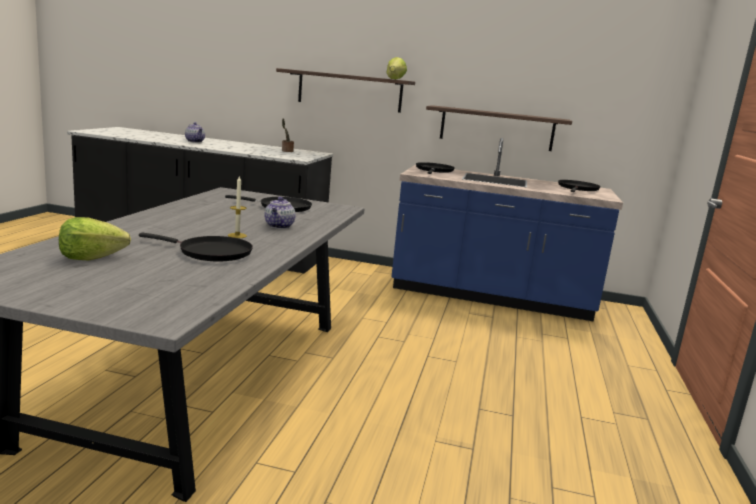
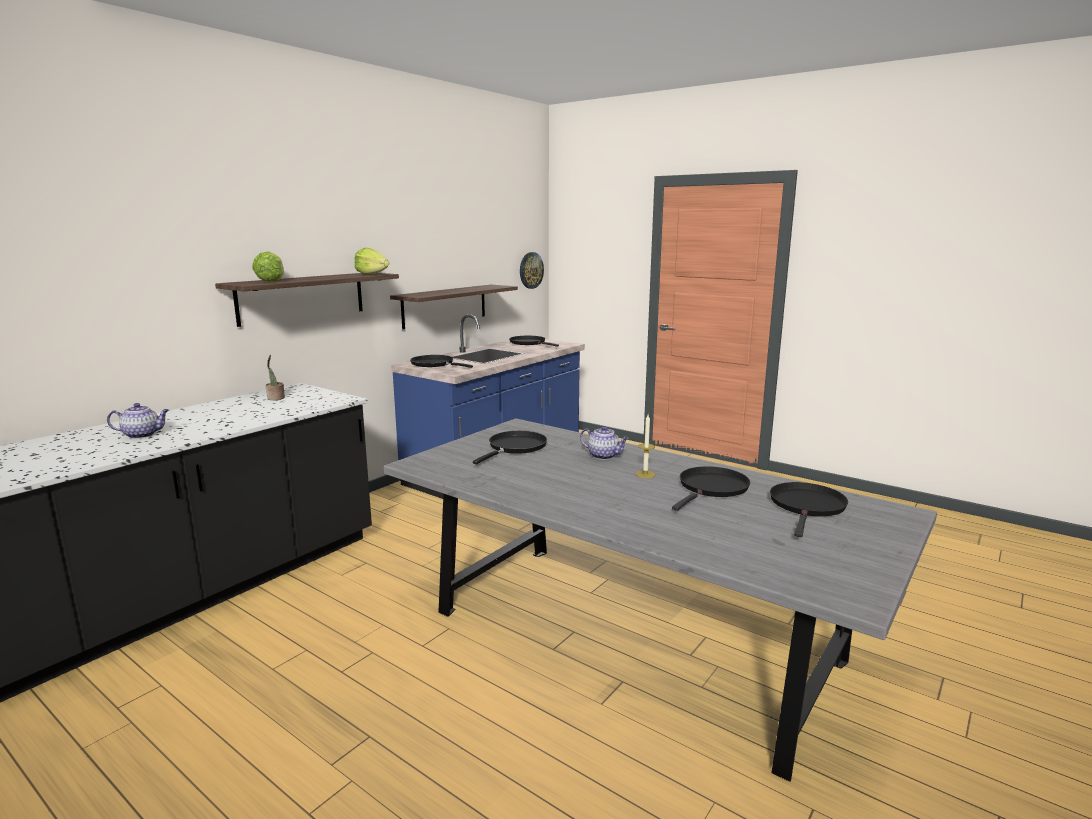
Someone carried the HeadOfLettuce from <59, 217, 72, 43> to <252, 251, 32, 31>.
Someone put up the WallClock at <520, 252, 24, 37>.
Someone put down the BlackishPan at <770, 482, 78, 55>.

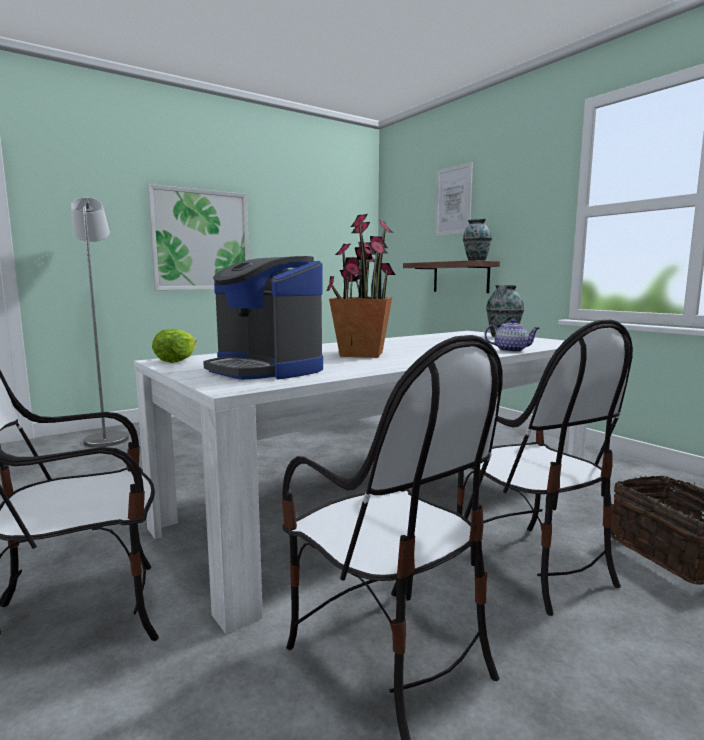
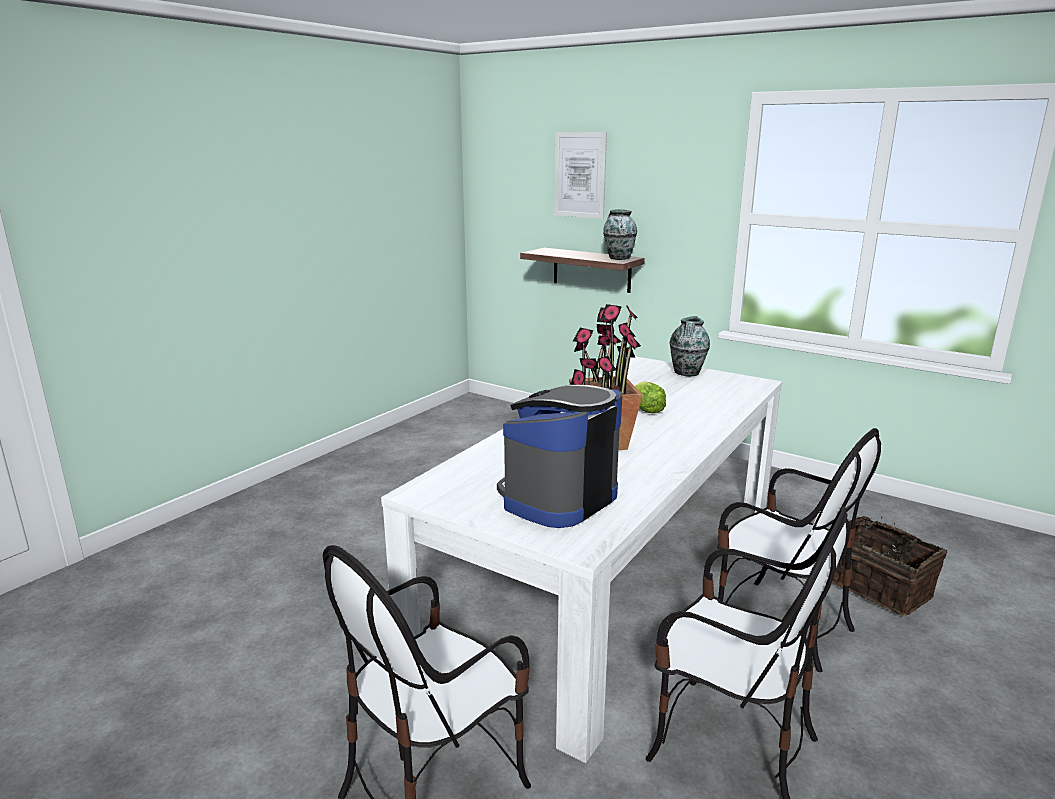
Someone rotated the CoffeeBrewer at <203, 256, 120, 124> by 105 degrees clockwise.
Someone carried the HeadOfLettuce from <152, 329, 45, 34> to <635, 381, 31, 32>.
Someone took away the GreyStandardLamp at <71, 198, 58, 249>.
Someone took away the Picture at <147, 184, 102, 106>.
Someone took away the PotForTea at <484, 319, 55, 33>.

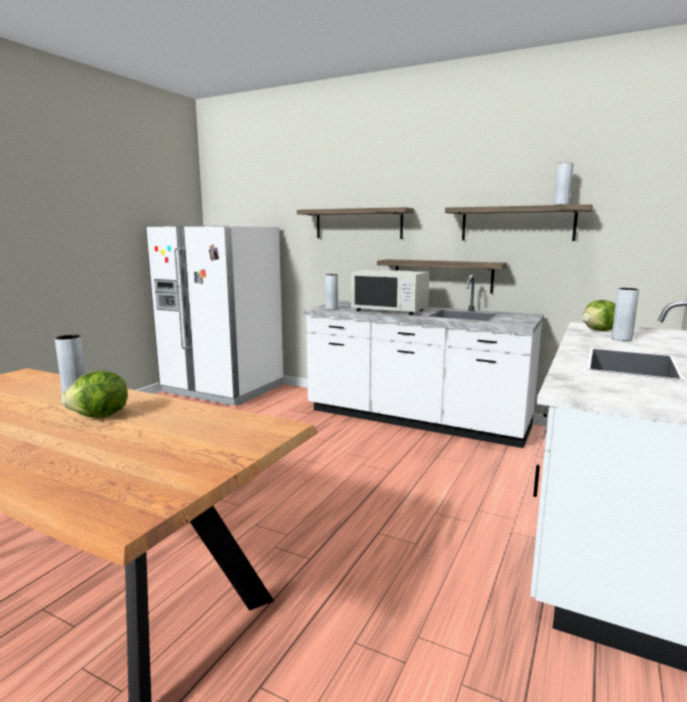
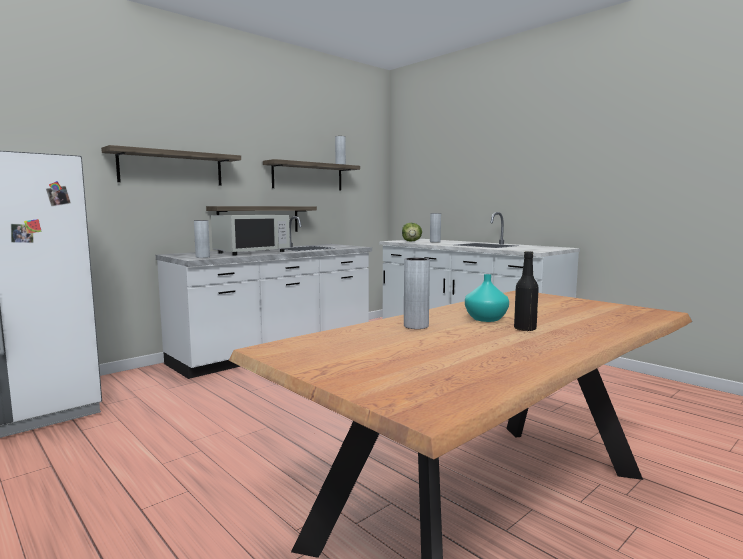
Someone swapped the HeadOfLettuce at <61, 371, 67, 47> for the TurquoiseColouredDecorativeVase at <465, 274, 44, 48>.
Someone put down the BlackishDrinkBottle at <514, 251, 25, 80>.

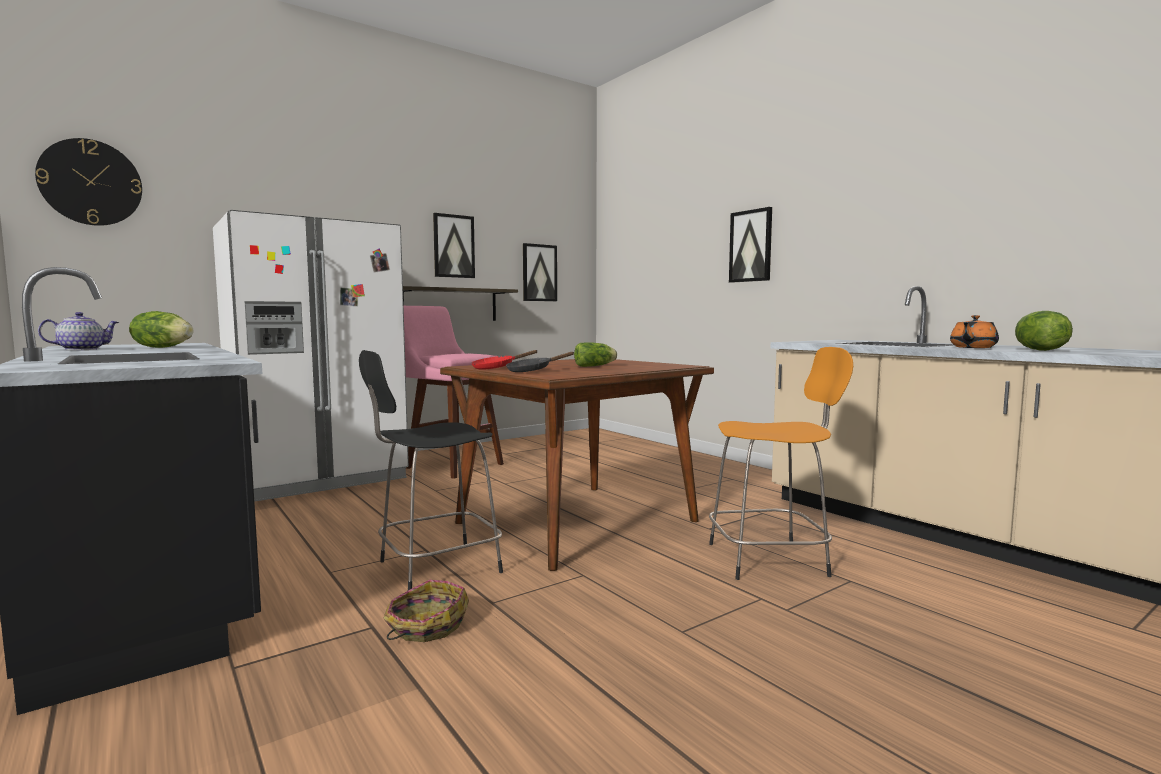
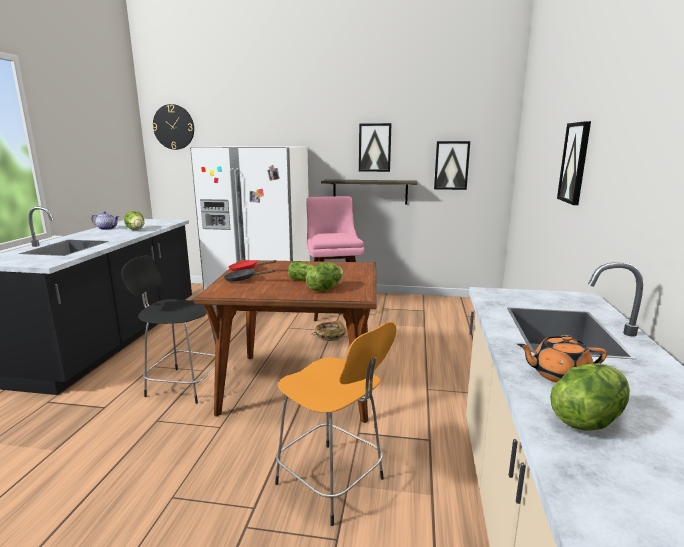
Someone put down the HeadOfLettuce at <306, 263, 37, 28>.
Someone carried the HouseholdBasket from <383, 580, 86, 62> to <311, 320, 35, 21>.

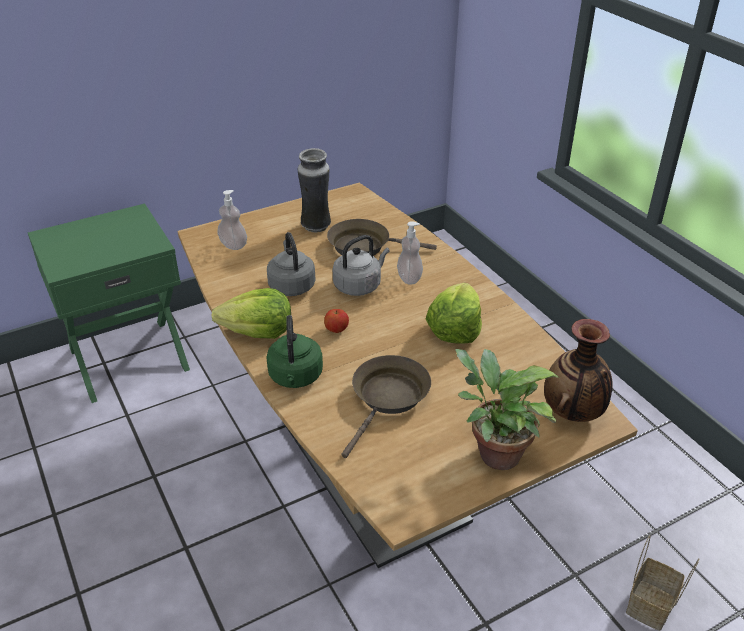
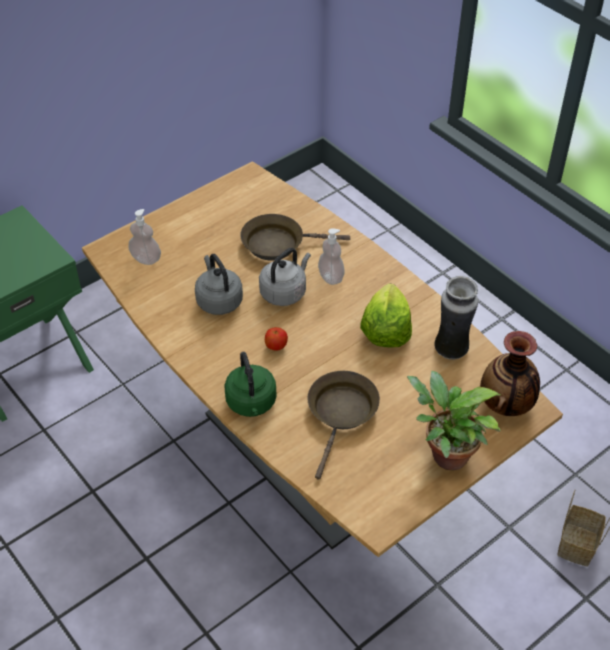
Someone carried the DecorativeVase from <298, 148, 33, 84> to <434, 276, 44, 84>.
Someone took away the HeadOfLettuce at <211, 288, 80, 51>.

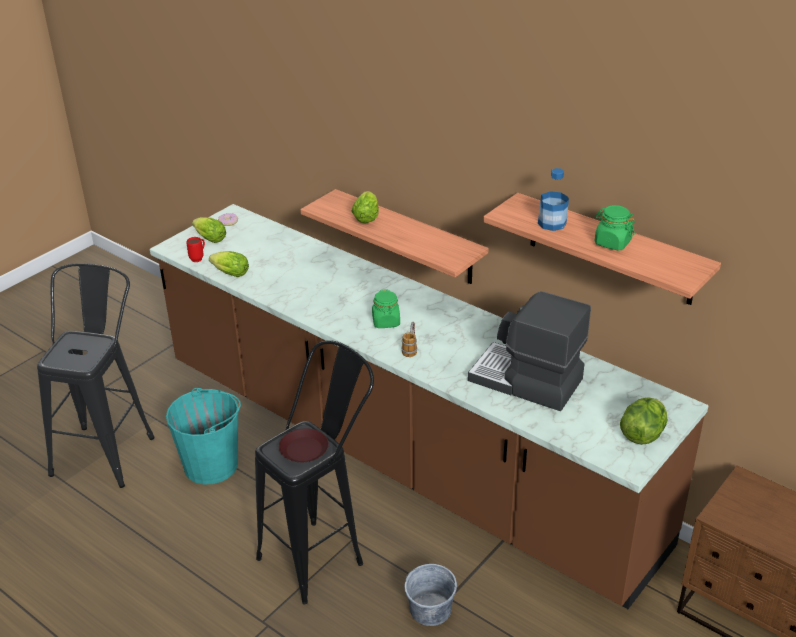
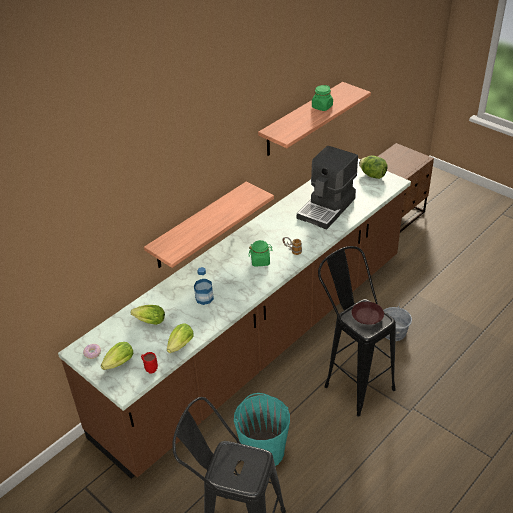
Someone carried the HeadOfLettuce from <351, 191, 28, 32> to <131, 305, 34, 20>.
Someone carried the DrinkBottle from <538, 168, 31, 63> to <194, 267, 20, 38>.

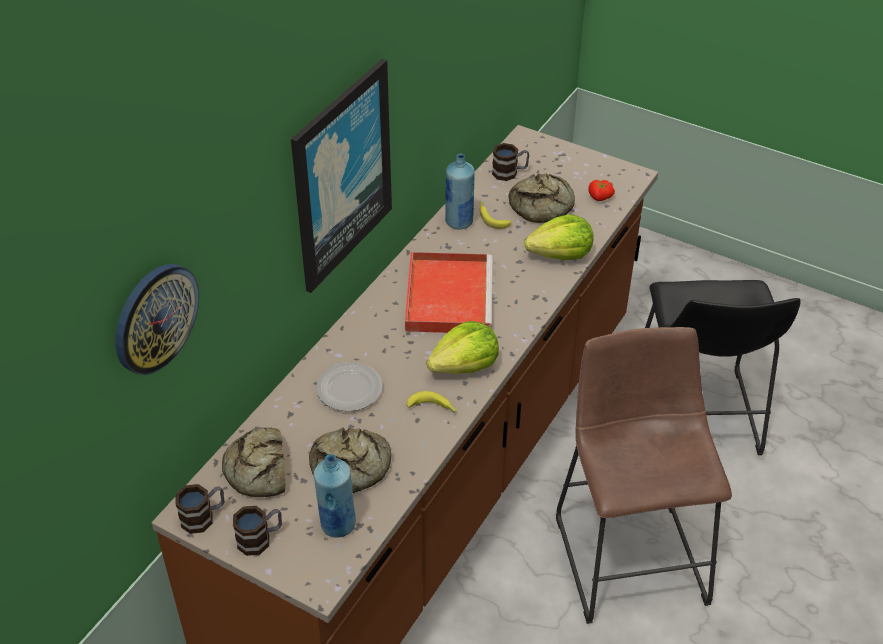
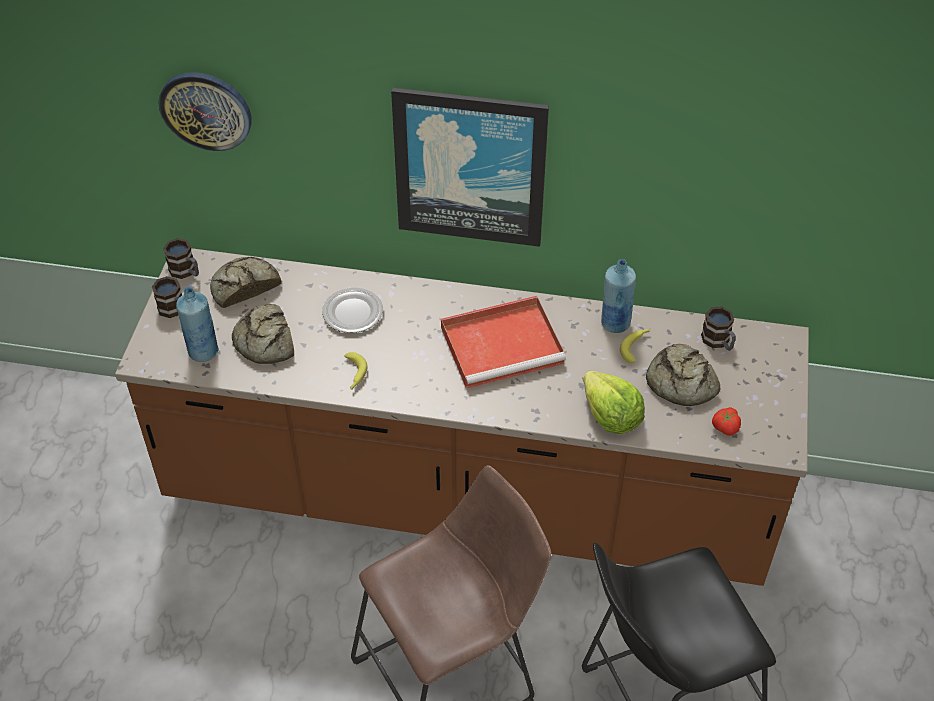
Someone took away the HeadOfLettuce at <427, 321, 72, 53>.

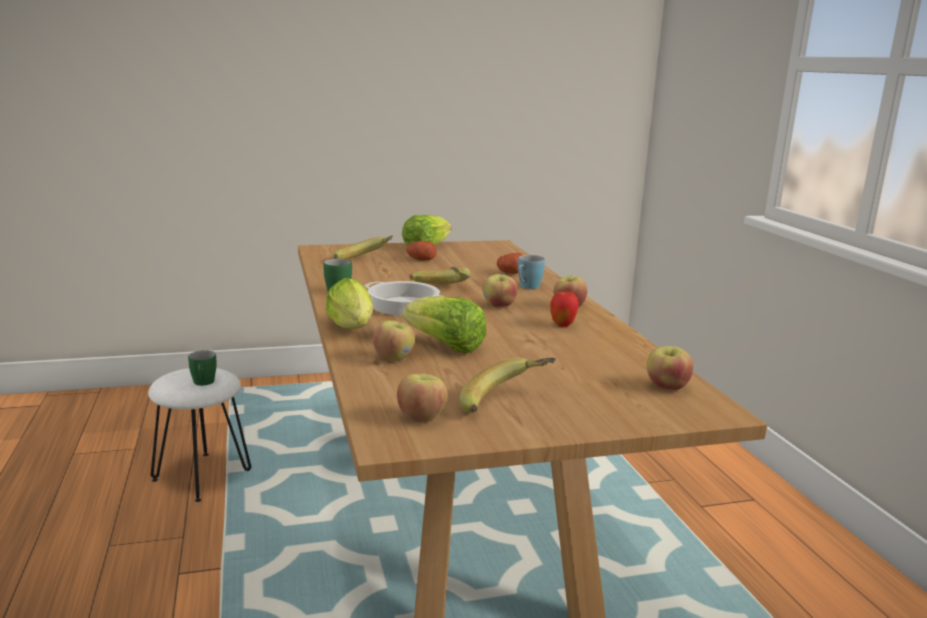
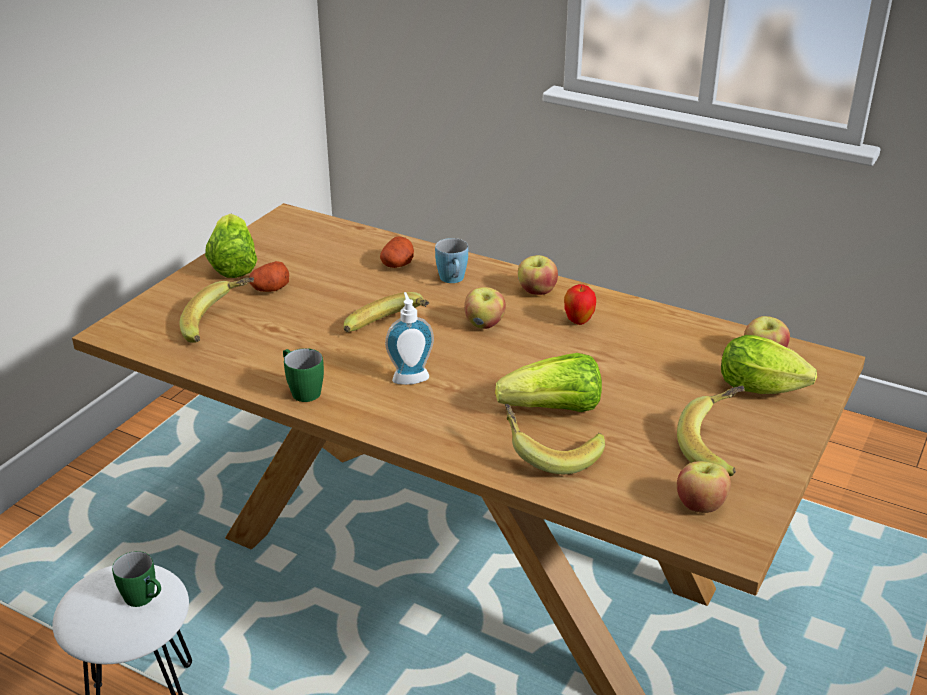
Someone swapped the CookingPot at <365, 281, 76, 35> for the LiquidSoapBottle at <385, 292, 49, 93>.
Someone swapped the AppleFruit at <373, 320, 42, 41> for the WholeBanana at <505, 404, 100, 70>.
Someone carried the HeadOfLettuce from <326, 278, 47, 51> to <721, 335, 96, 59>.

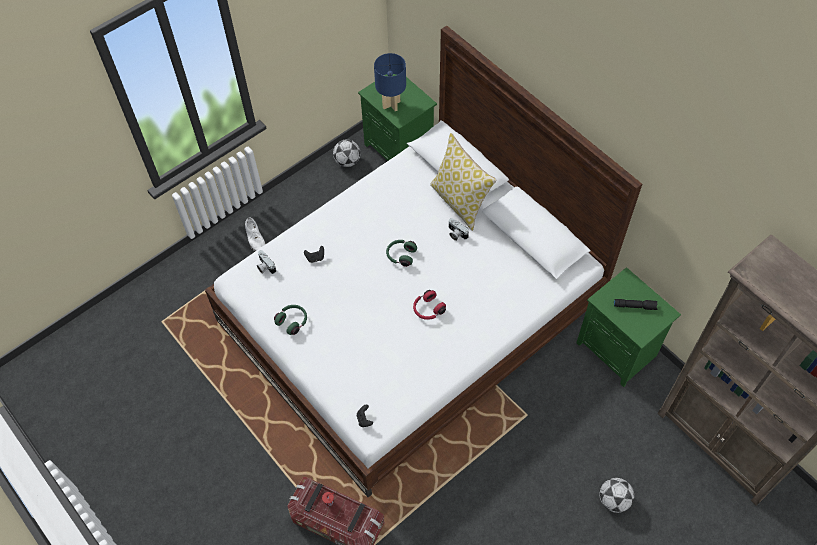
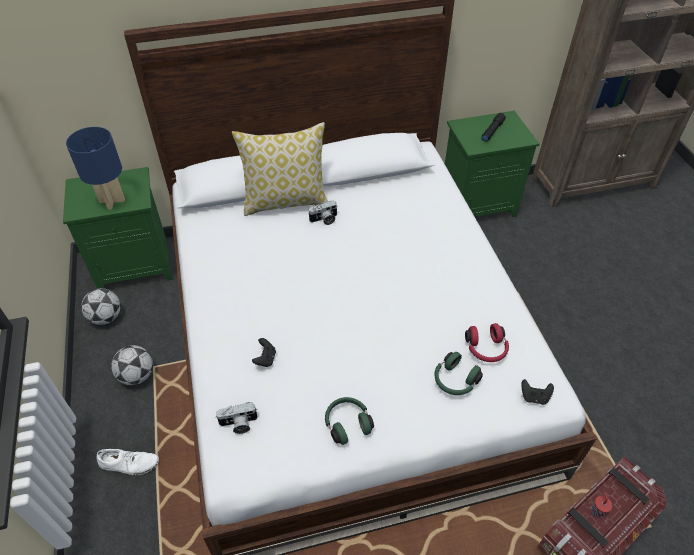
Someone carried the FootballBall from <599, 478, 35, 35> to <111, 345, 42, 40>.
Someone carried the GreenishHeadphones from <386, 240, 31, 27> to <435, 352, 48, 43>.
Someone carried the RedHeadphones from <413, 290, 33, 30> to <465, 323, 44, 39>.

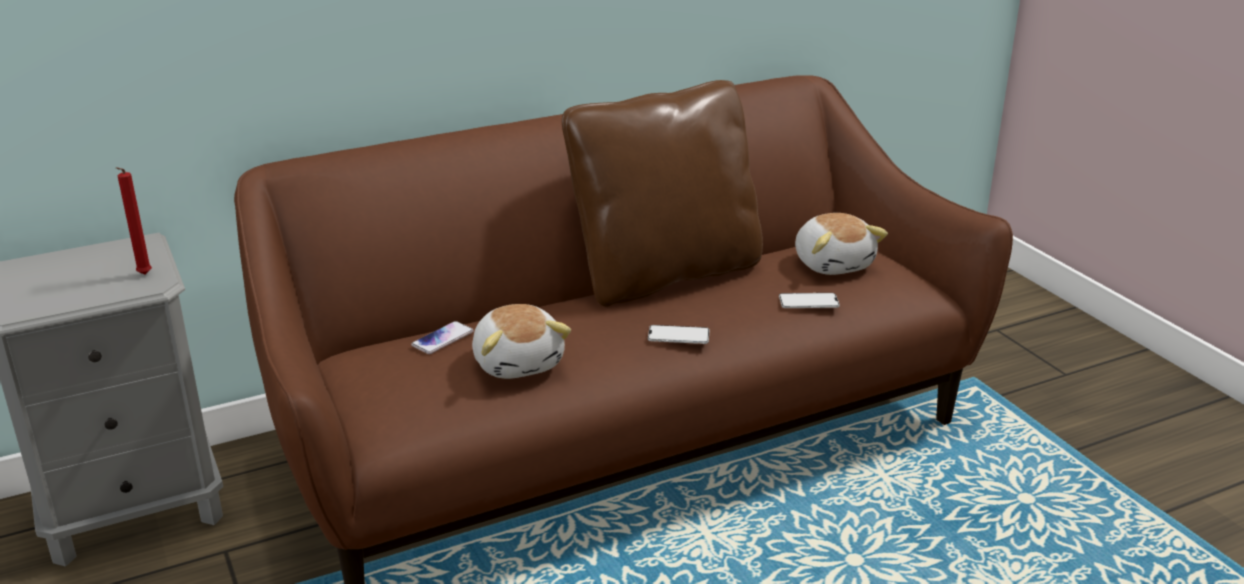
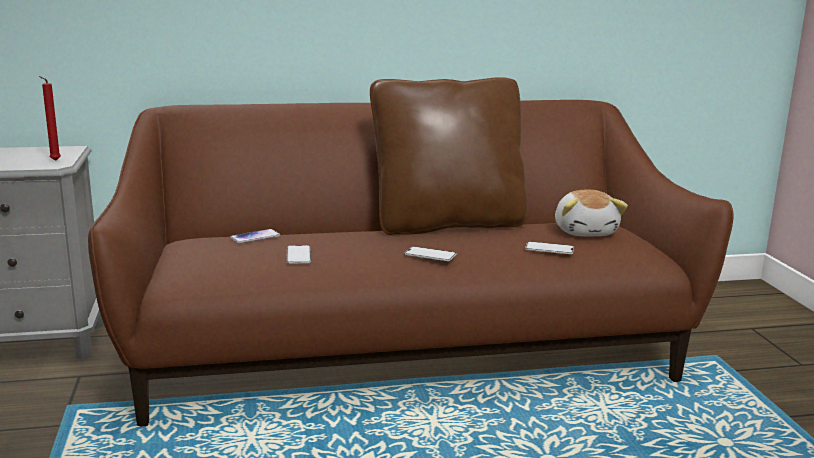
Someone swapped the CuddlyToy at <472, 304, 99, 75> for the Telephone at <286, 245, 25, 19>.

